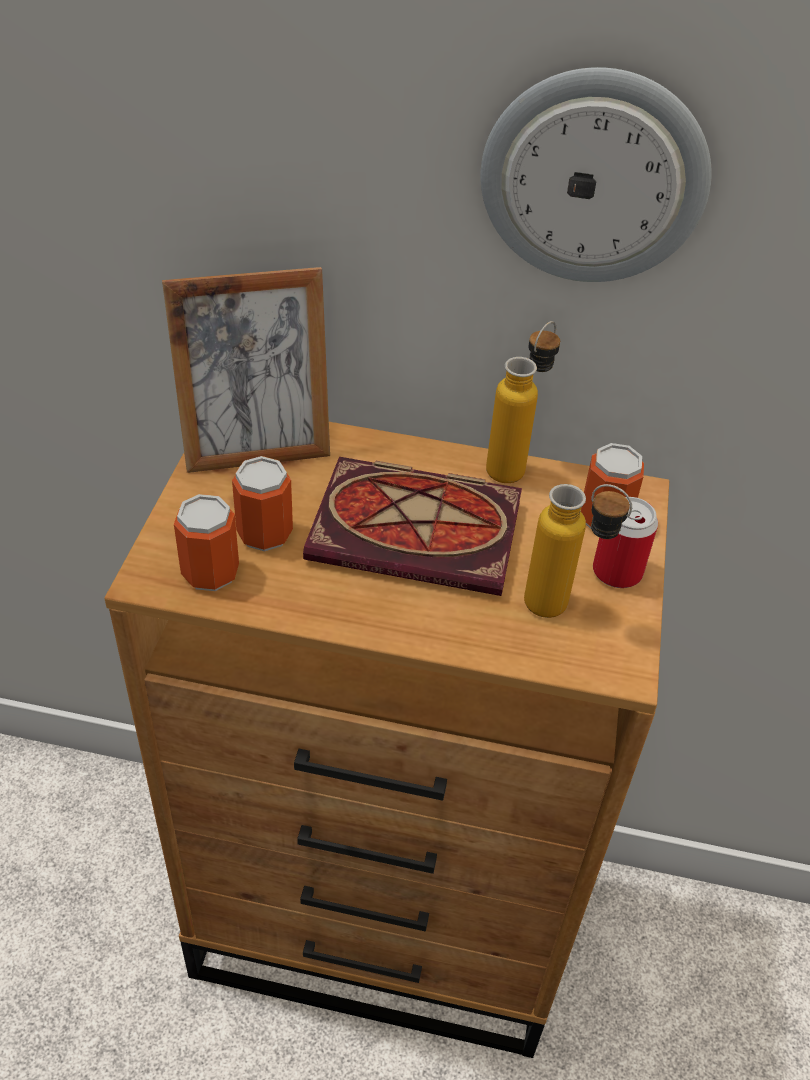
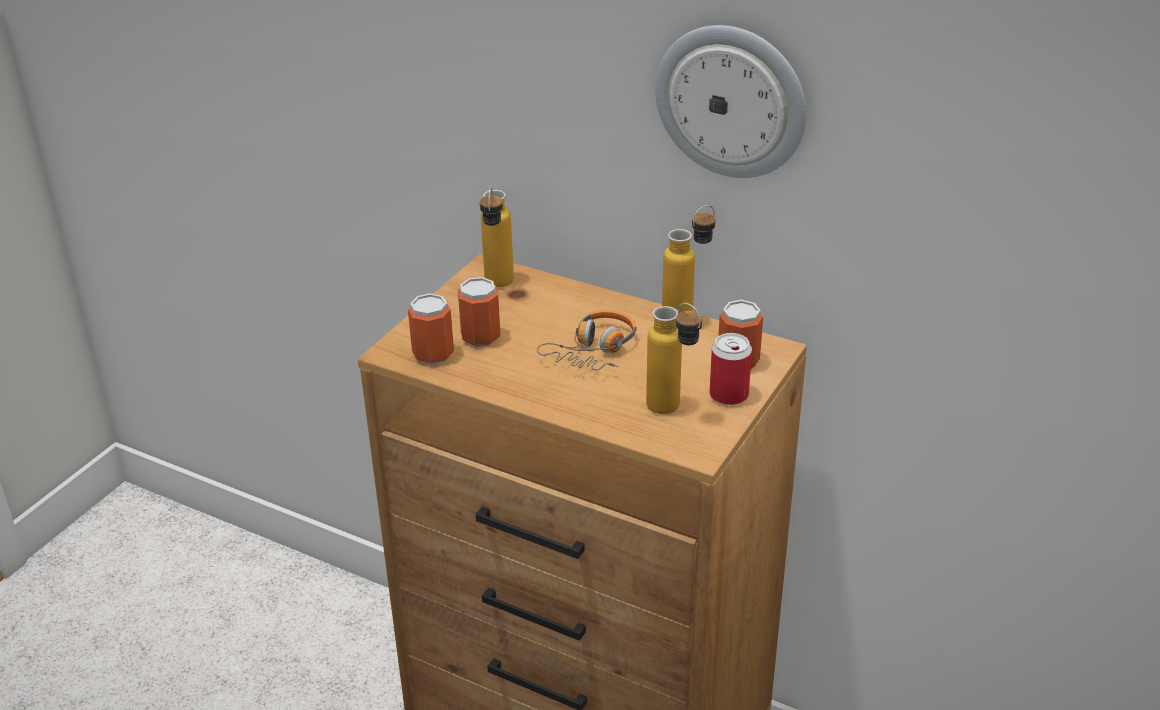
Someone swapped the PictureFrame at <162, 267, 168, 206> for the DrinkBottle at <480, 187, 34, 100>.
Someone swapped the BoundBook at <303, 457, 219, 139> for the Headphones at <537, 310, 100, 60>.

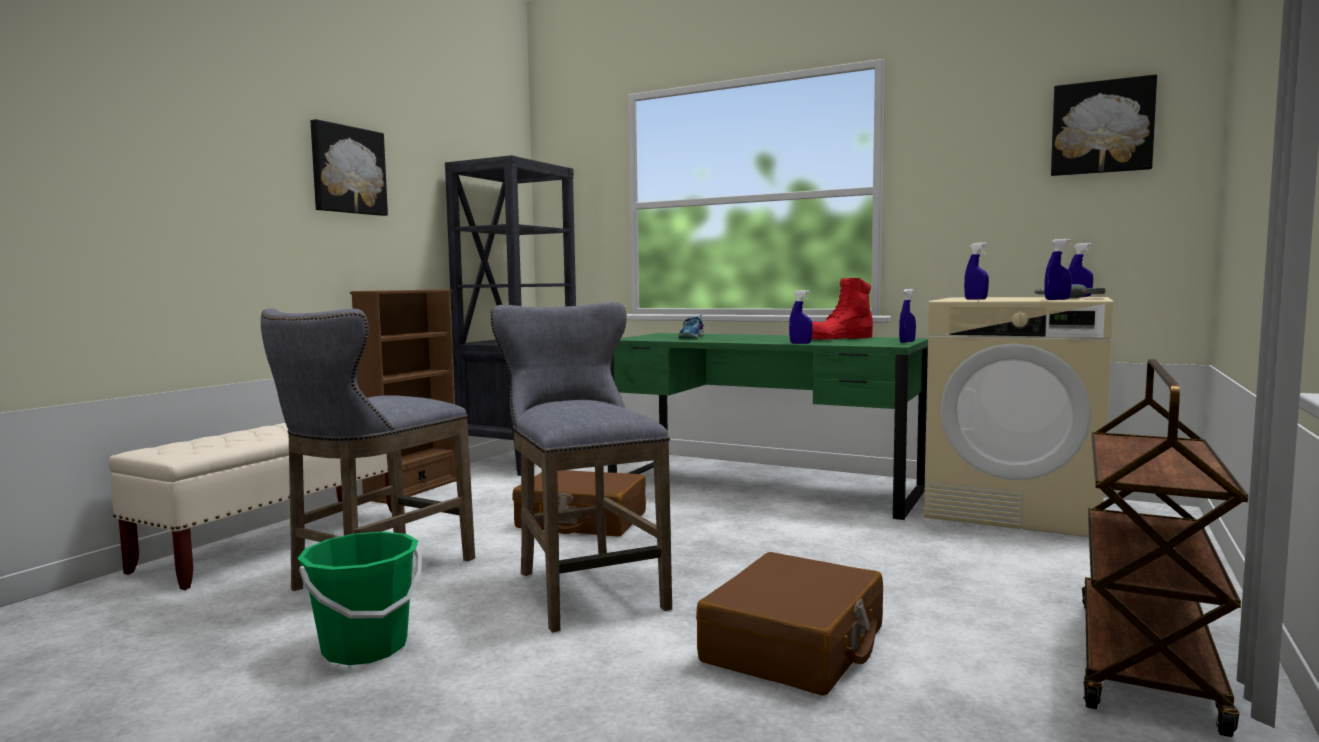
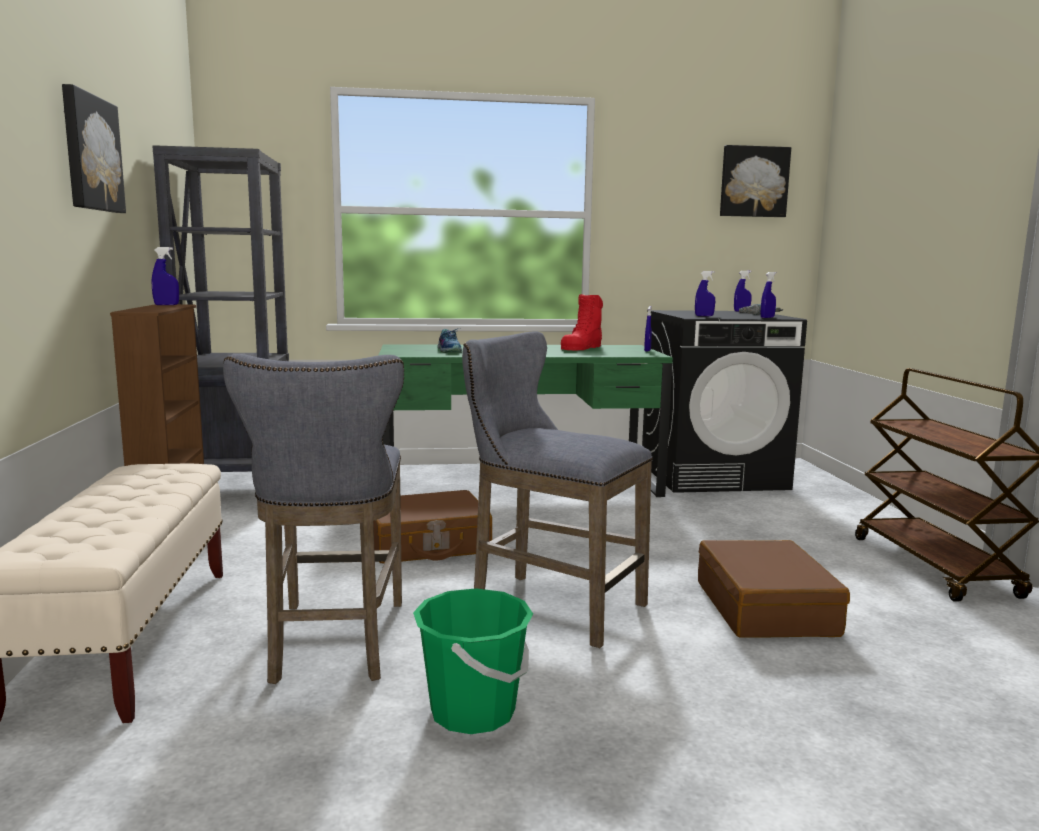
Someone carried the BlueColouredHandSprayer from <789, 290, 24, 54> to <152, 247, 27, 58>.
Someone repainted the SandColouredLaundryAppliance at <924, 297, 189, 240>, which became the BlackishLaundryAppliance at <642, 310, 165, 183>.

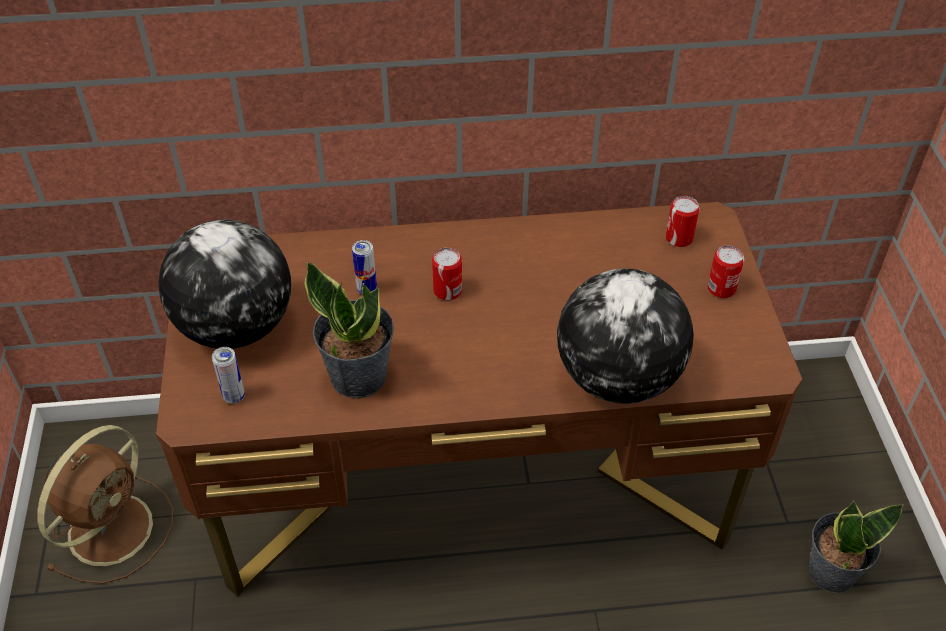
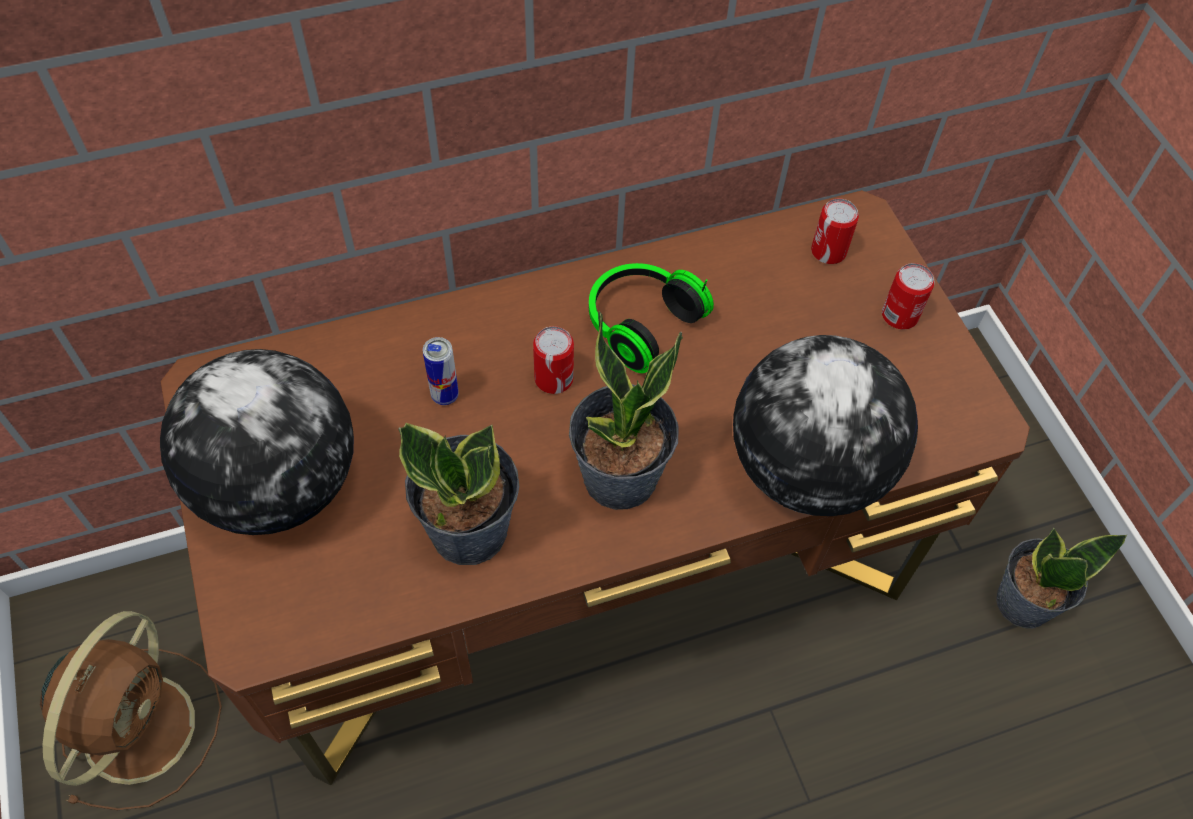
Someone put down the Houseplant at <569, 311, 114, 199>.
Someone put down the Headphones at <589, 263, 125, 110>.
Someone took away the MetalCan at <212, 347, 33, 57>.

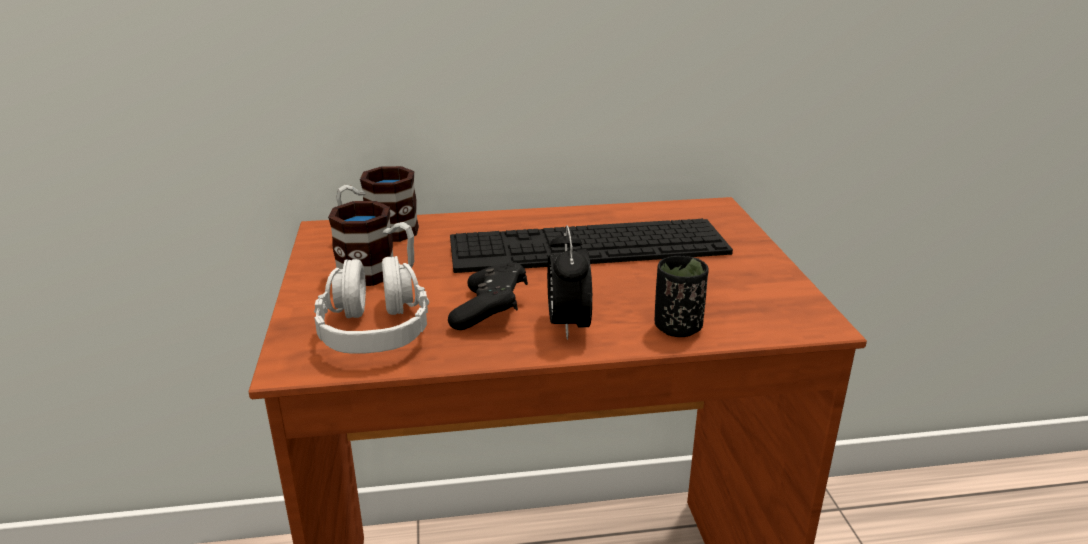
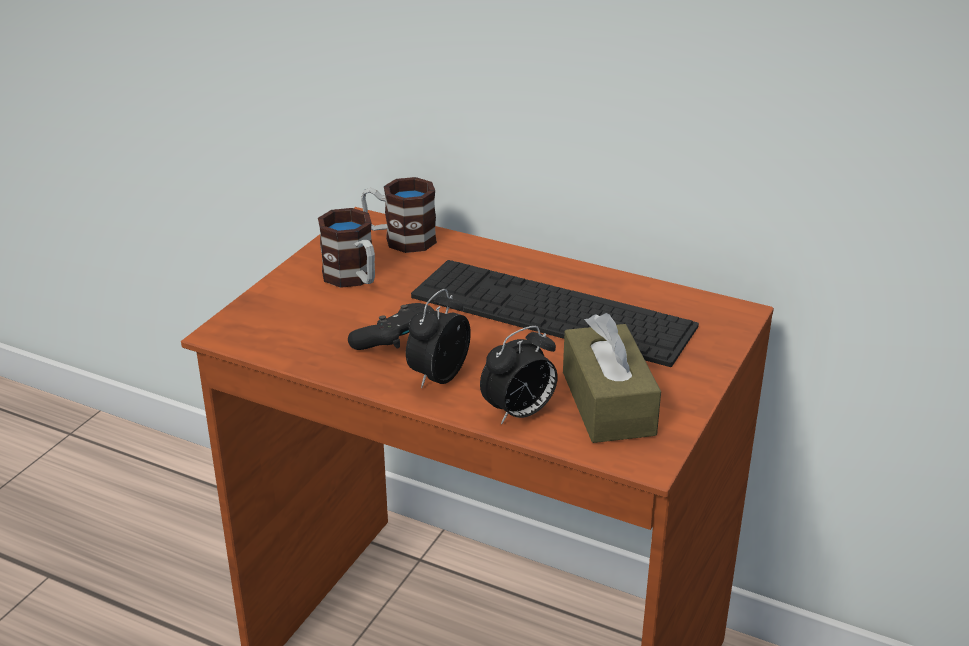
Someone swapped the BlackishSmallCup at <655, 256, 54, 81> for the AlarmClock at <480, 326, 78, 98>.
Someone put down the BrownTissueHolder at <563, 313, 98, 130>.
Someone took away the GreyHeadphones at <314, 256, 115, 98>.

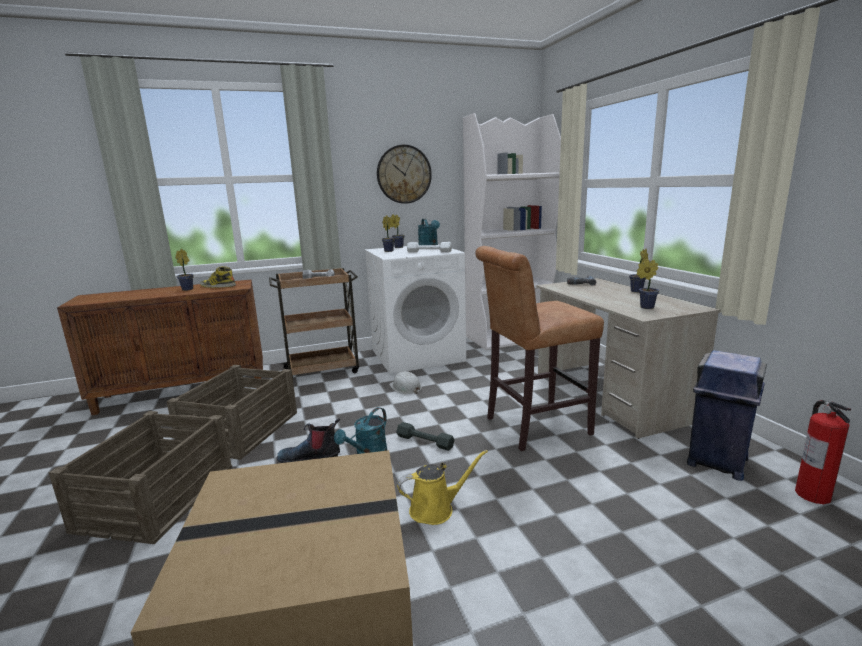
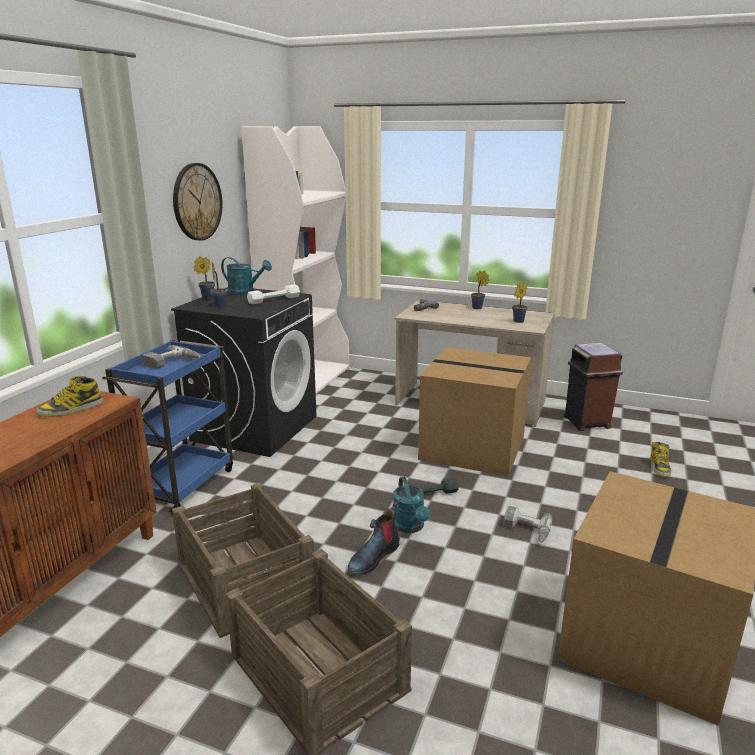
Someone repainted the BrownCart at <269, 268, 90, 109>, which became the BlueColouredCart at <102, 340, 131, 176>.
Someone repainted the WhitishLaundryAppliance at <365, 244, 101, 130>, which became the BlackishLaundryAppliance at <171, 287, 145, 170>.
Someone swapped the BrownStool at <475, 246, 129, 205> for the CardboardBox at <418, 347, 113, 129>.
Someone swapped the YellowWateringCan at <397, 450, 91, 75> for the ElectricDrill at <504, 506, 48, 37>.
Someone repainted the BlueColouredWasteBin at <687, 350, 80, 131>, which became the BrownWasteBin at <564, 343, 59, 88>.
Someone put down the TallBoot at <650, 442, 21, 35>.
Someone took away the Houseplant at <175, 249, 19, 42>.
Someone took away the WhitishWorkHelmet at <389, 371, 33, 23>.
Someone took away the FireFightingCylinder at <795, 400, 56, 104>.

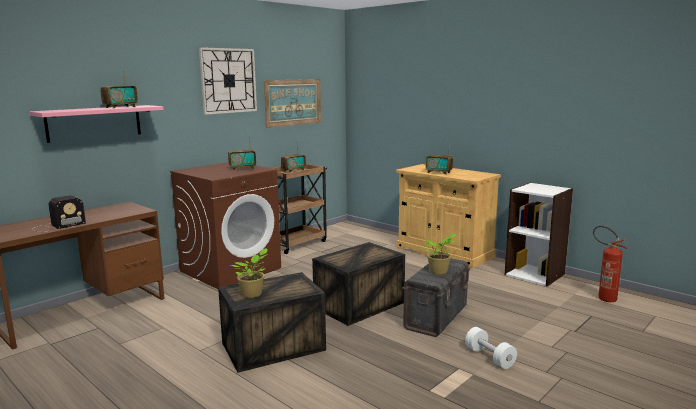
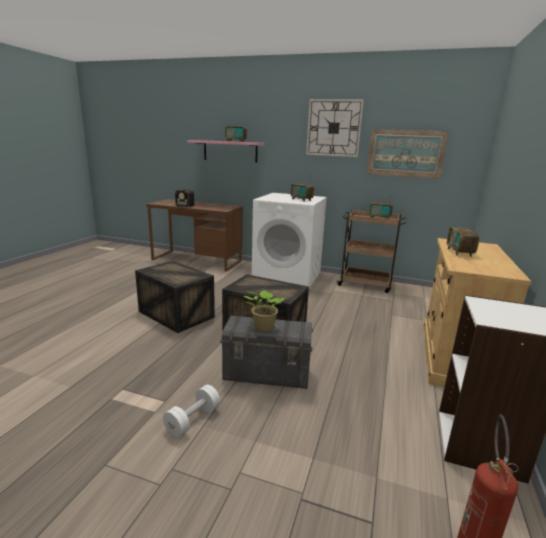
Someone repainted the BrownLaundryAppliance at <170, 162, 111, 127>, which became the WhitishLaundryAppliance at <252, 193, 75, 95>.
Someone took away the Houseplant at <231, 248, 37, 50>.

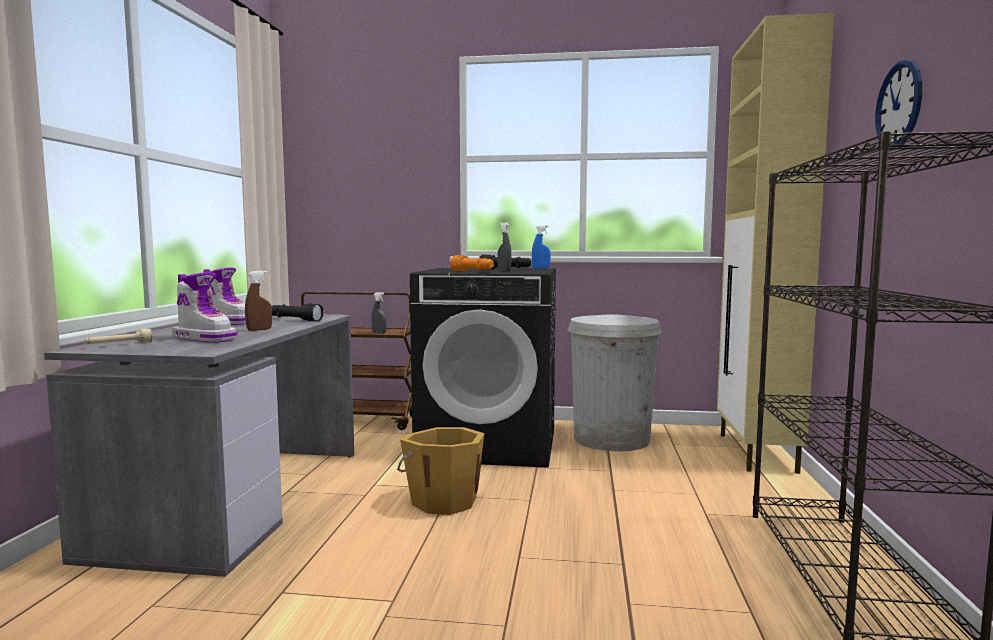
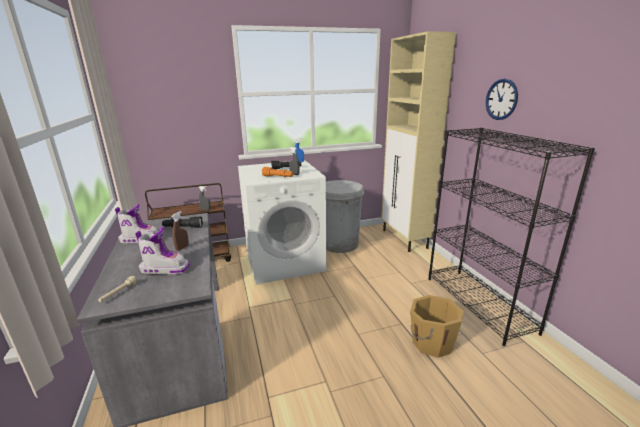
Someone repainted the BlackishLaundryAppliance at <410, 268, 146, 200>, which became the WhitishLaundryAppliance at <238, 160, 89, 124>.
Someone carried the OrangeBucket from <397, 427, 88, 88> to <410, 295, 54, 62>.

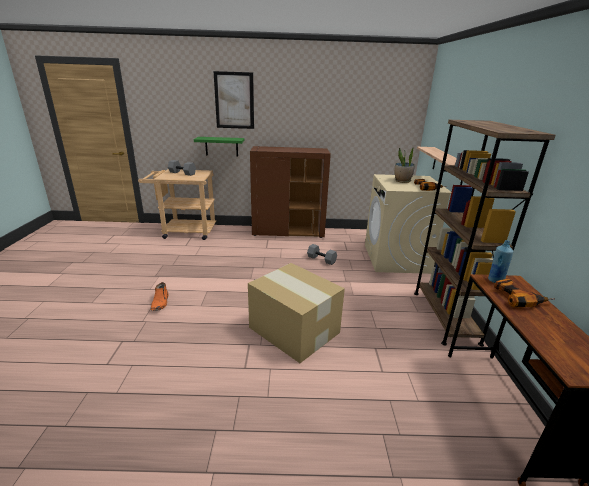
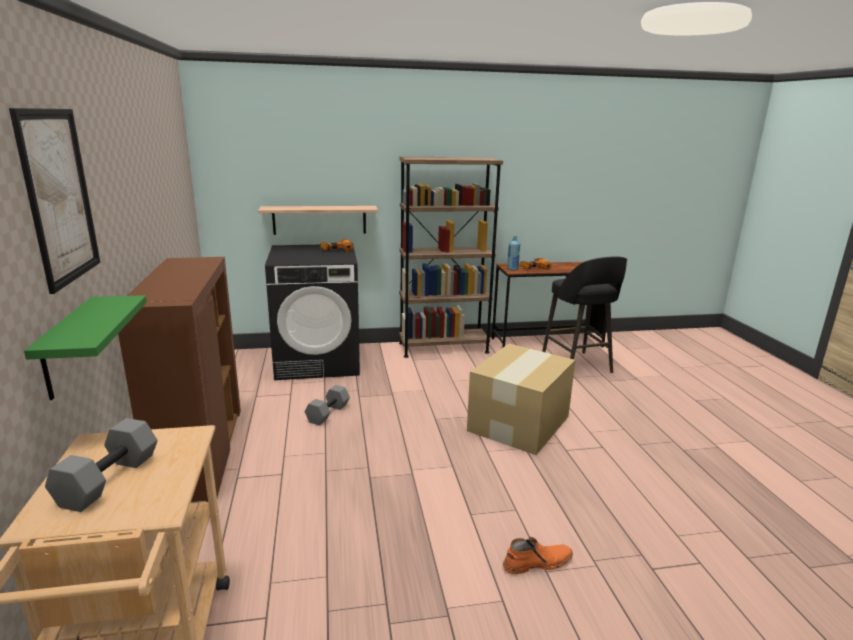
Someone repainted the SandColouredLaundryAppliance at <365, 174, 86, 100>, which became the BlackishLaundryAppliance at <265, 245, 95, 135>.
Someone put down the BlackishStool at <542, 256, 85, 117>.
Someone took away the Houseplant at <395, 147, 20, 36>.

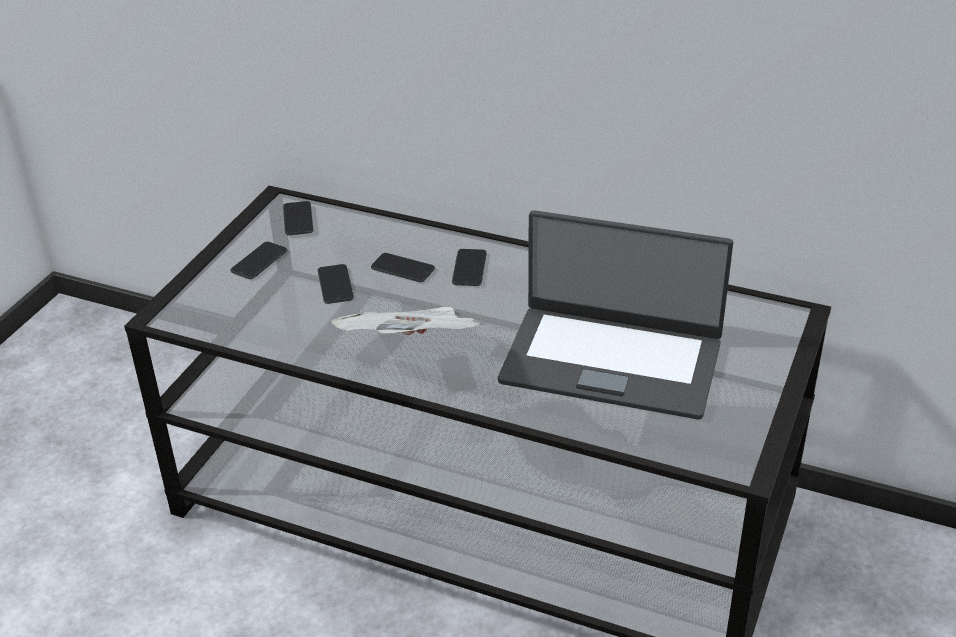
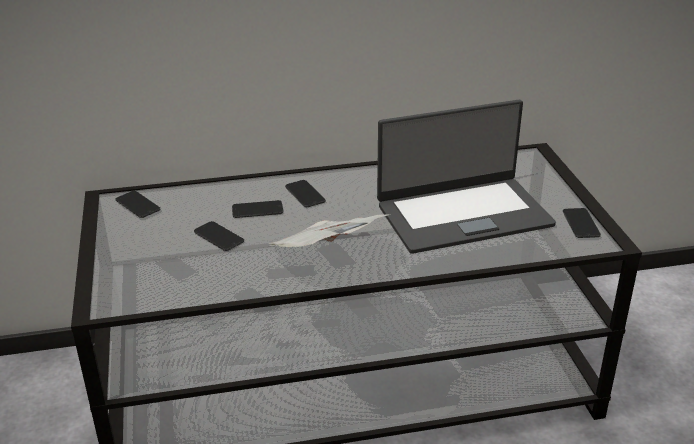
Someone carried the Telephone from <230, 242, 57, 37> to <563, 208, 38, 30>.

